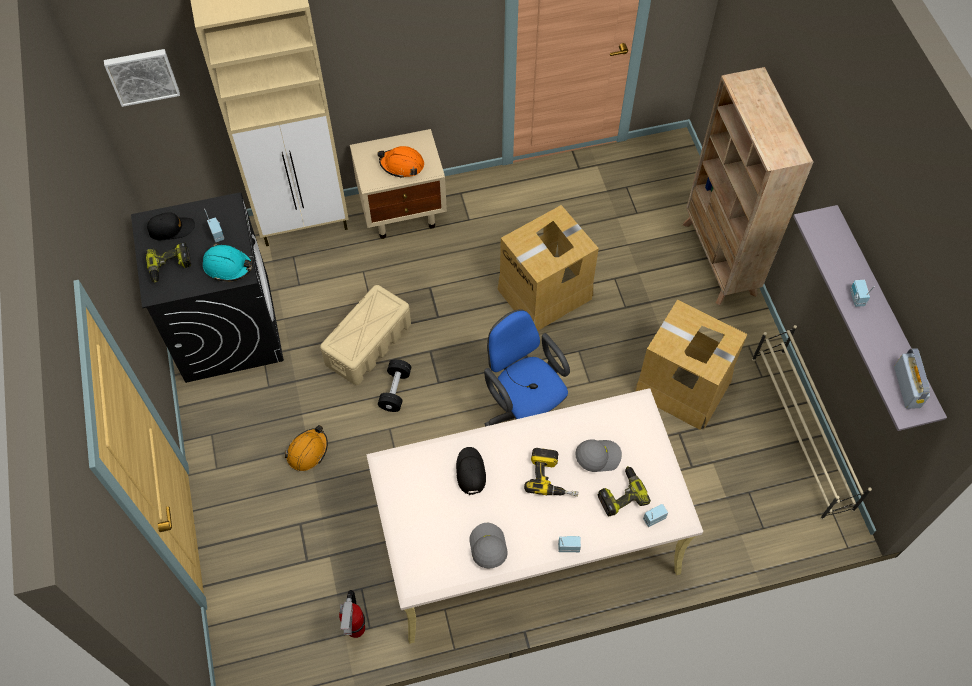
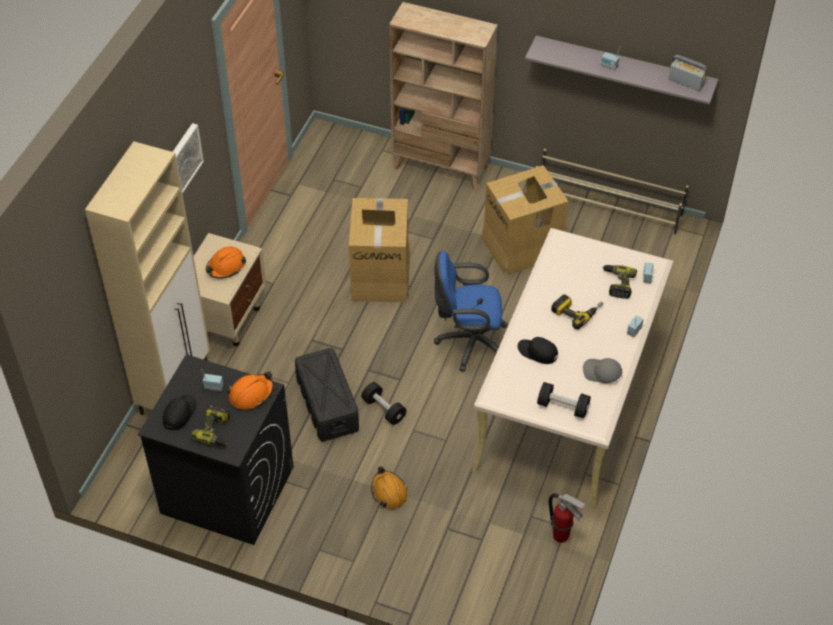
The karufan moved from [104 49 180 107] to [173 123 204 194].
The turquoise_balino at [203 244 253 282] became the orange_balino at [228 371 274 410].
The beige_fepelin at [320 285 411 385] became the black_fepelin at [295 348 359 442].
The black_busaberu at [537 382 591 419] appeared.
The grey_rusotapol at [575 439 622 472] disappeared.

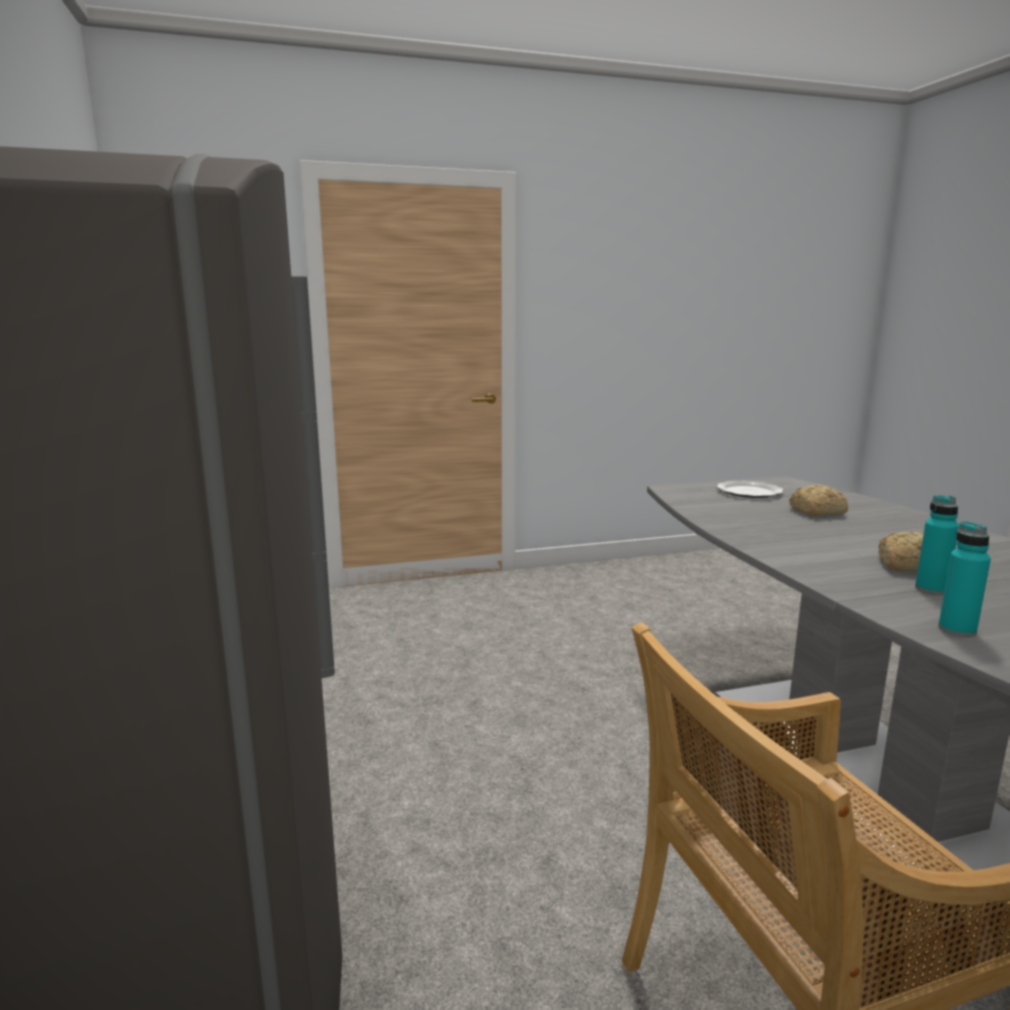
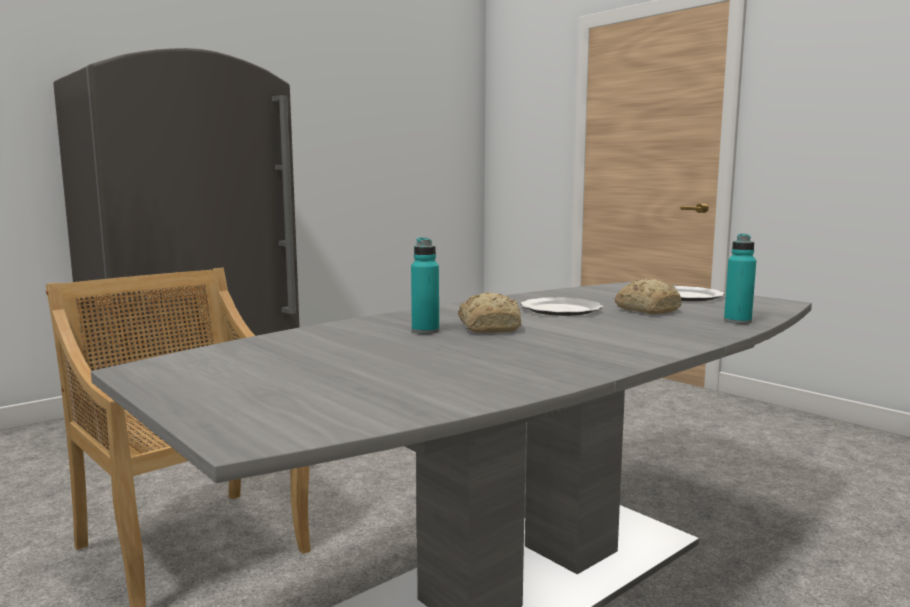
The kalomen at [520 298 603 316] appeared.
The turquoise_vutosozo moved from [938 521 991 637] to [724 234 756 324].

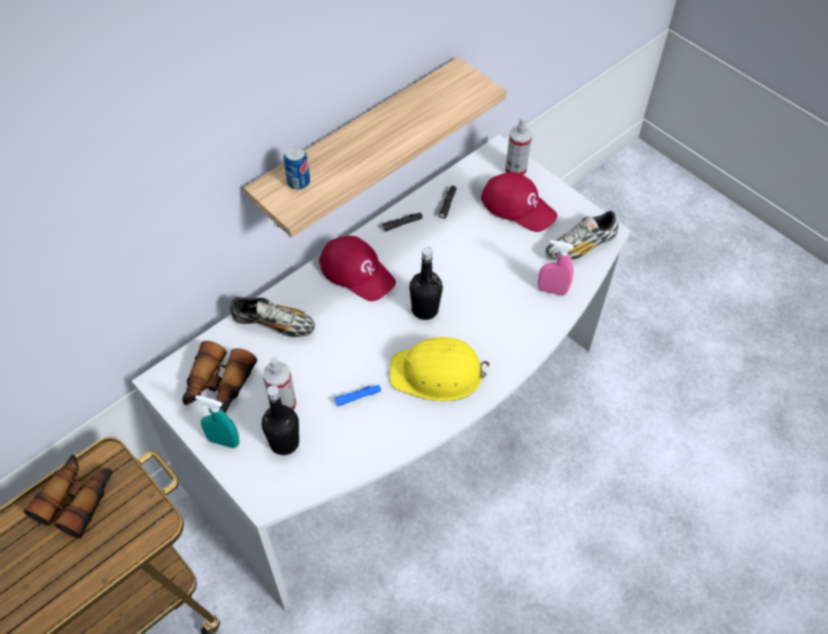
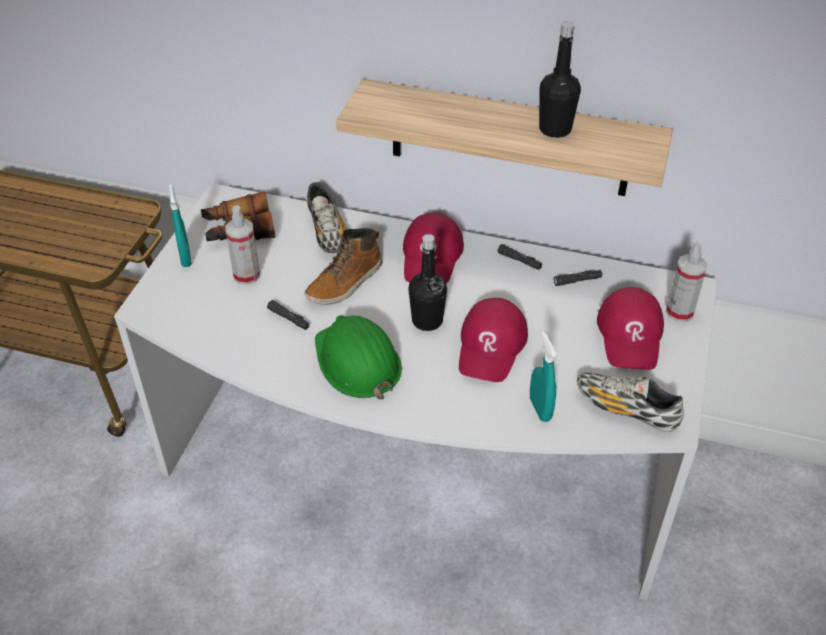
The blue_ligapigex at [335 385 381 406] became the black_ligapigex at [267 300 310 330].
The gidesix at [305 228 382 305] appeared.
The yellow_balino at [390 337 489 401] became the green_balino at [315 315 402 400].
The red_rusotapol at [459 298 528 382] appeared.
The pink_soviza at [538 240 574 296] became the turquoise_soviza at [530 332 557 422].
The black_vutosozo moved from [262 385 299 455] to [539 21 581 138].
The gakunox at [23 454 113 539] disappeared.
The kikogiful at [284 146 310 190] disappeared.

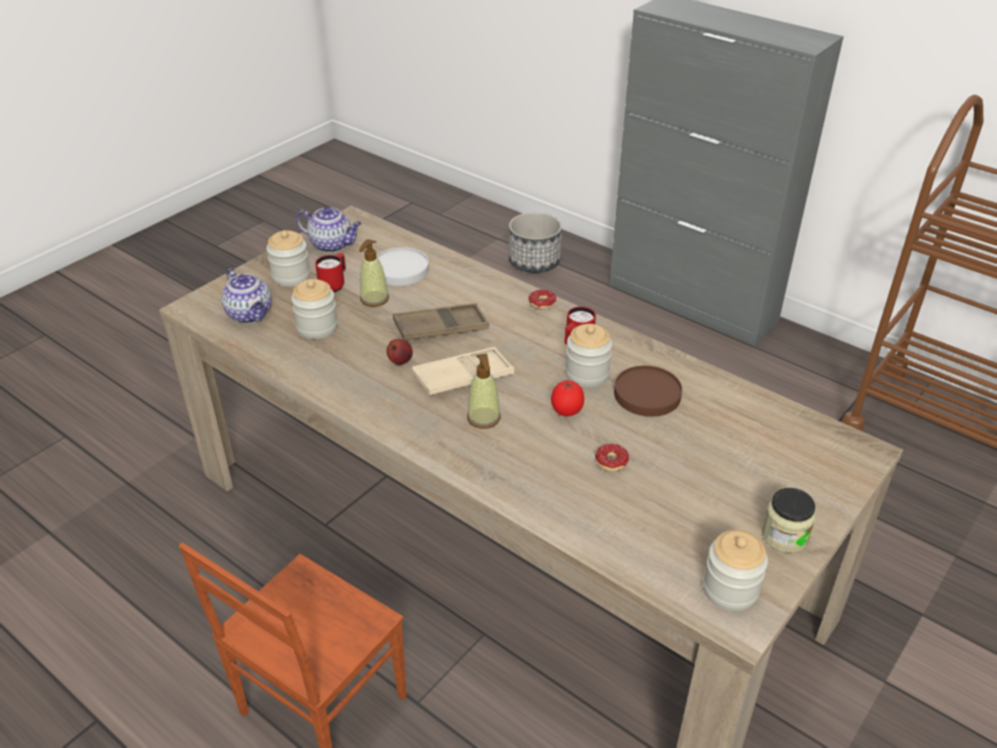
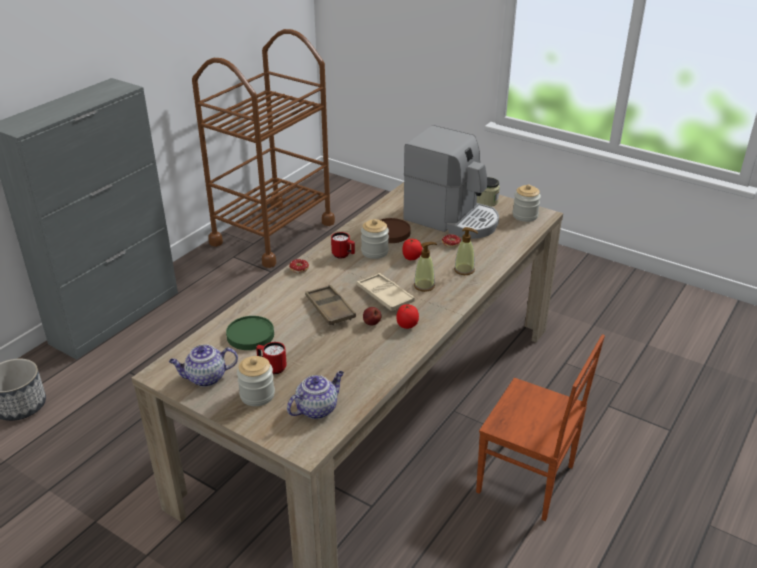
The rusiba at [296 207 362 253] turned 120 degrees counterclockwise.
The white_kalomen at [376 247 429 286] became the green_kalomen at [226 316 274 350].
The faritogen at [396 304 419 329] appeared.
The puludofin at [403 125 499 239] appeared.
The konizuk moved from [359 239 389 307] to [454 227 478 275].
The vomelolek at [291 279 338 339] disappeared.

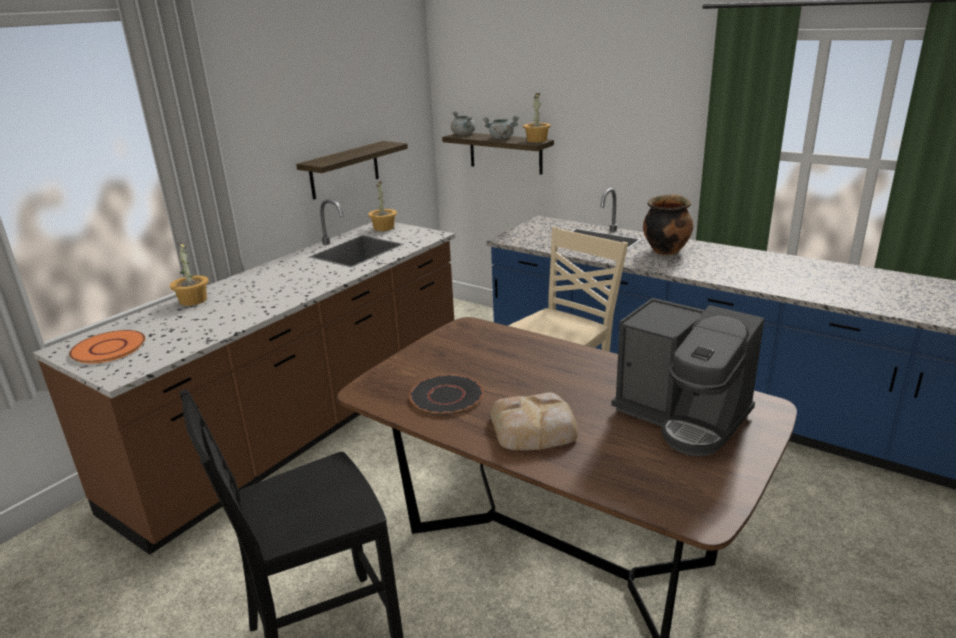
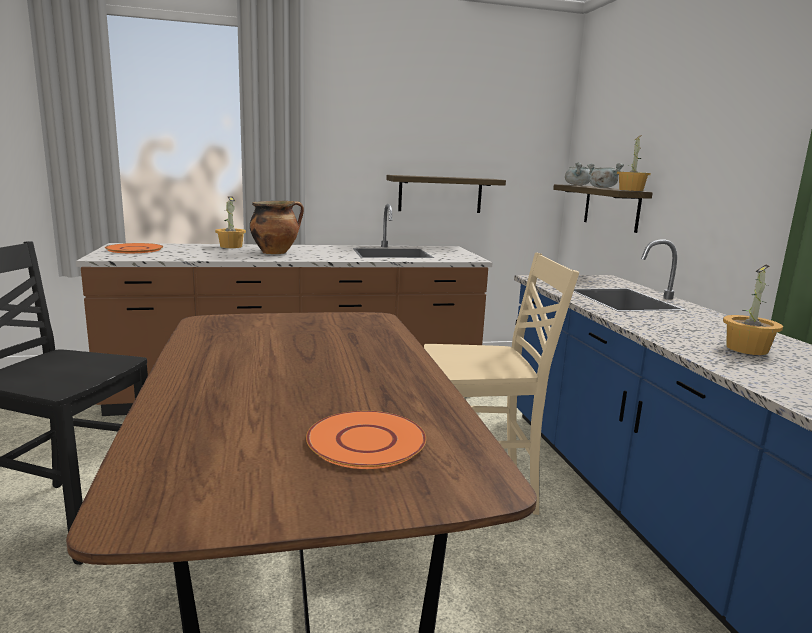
The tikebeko moved from [643 194 693 255] to [250 201 304 254].
The puludofin at [611 298 764 456] was replaced by the orange_kalomen at [306 411 426 469].
The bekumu moved from [368 182 397 231] to [723 265 783 355].
The black_kalomen at [409 374 483 415] disappeared.
The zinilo at [491 393 578 451] disappeared.

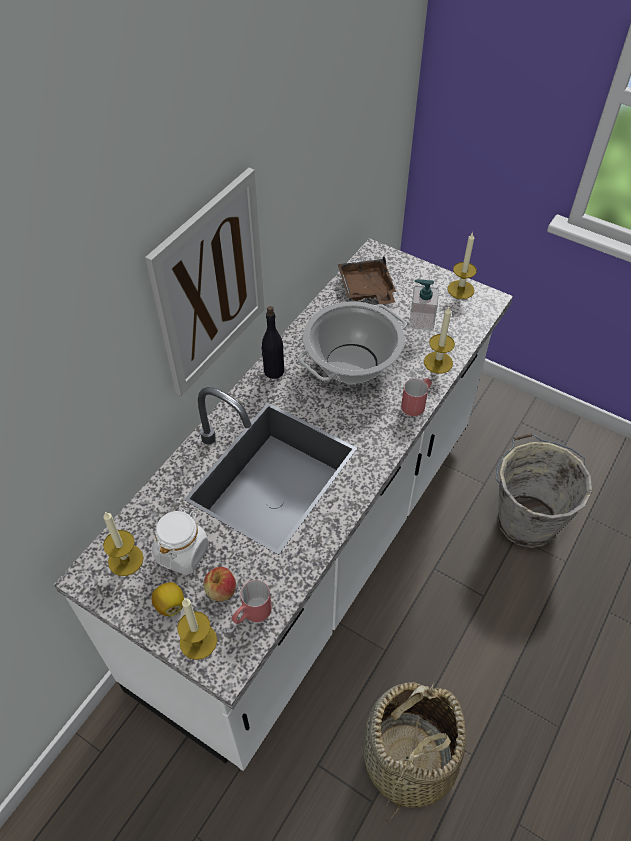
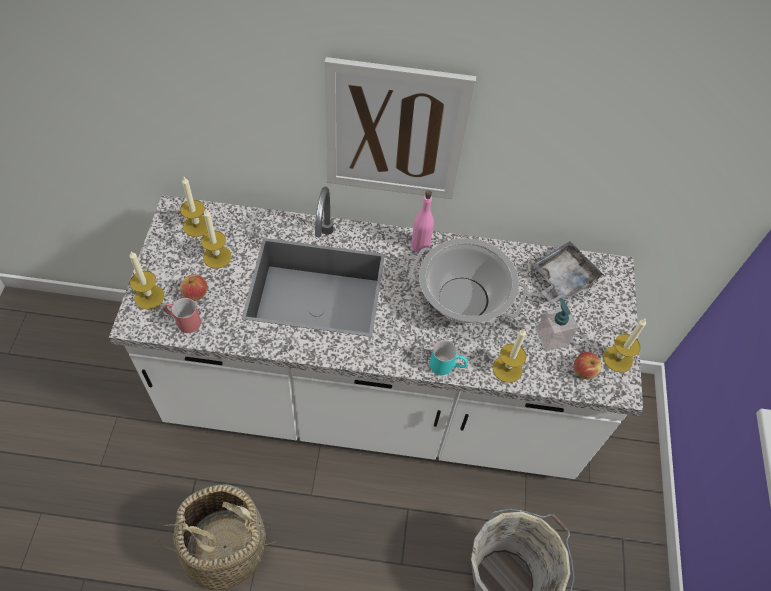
The white_vomelolek at [152 508 209 575] was replaced by the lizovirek at [201 210 231 269].
The black_vutosozo at [261 306 284 379] became the pink_vutosozo at [411 190 434 253].
The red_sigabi at [401 378 432 416] became the turquoise_sigabi at [430 340 468 375].
The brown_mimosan at [337 256 396 304] became the grey_mimosan at [532 241 604 304].
The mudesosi at [573 352 602 379] appeared.
The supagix at [152 582 184 616] disappeared.

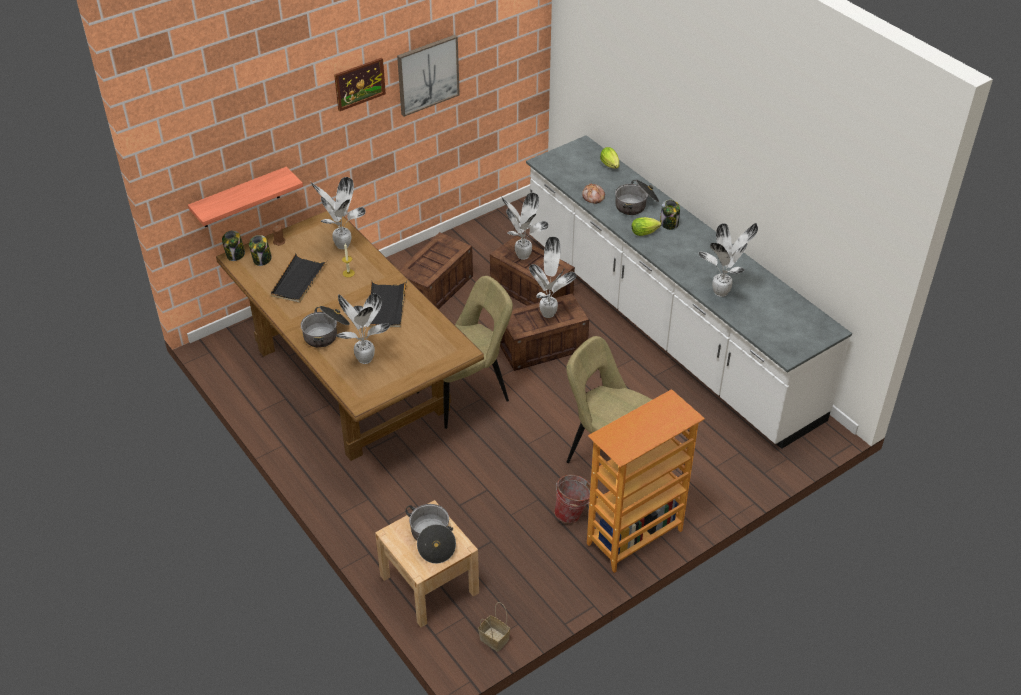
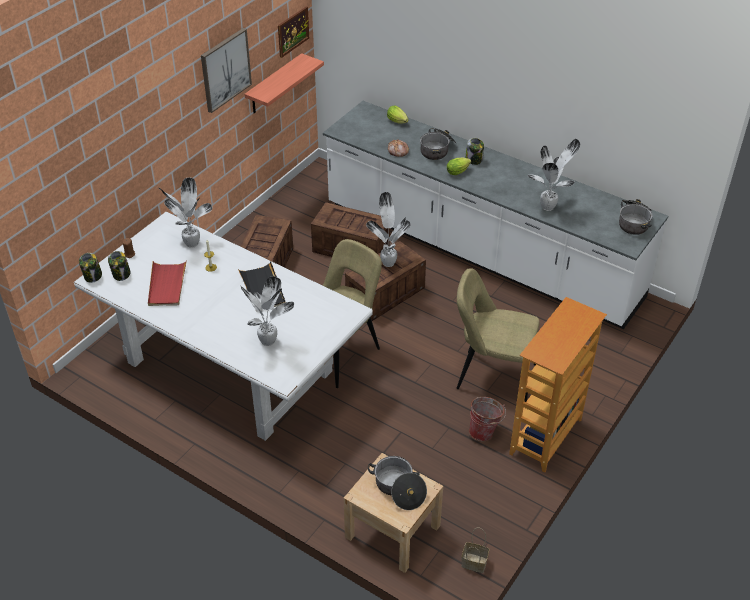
The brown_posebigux at [216 211 484 461] became the white_posebigux at [74 212 373 441].
The black_mimosan at [271 253 327 303] became the red_mimosan at [148 260 187 306].
The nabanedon moved from [188 167 303 227] to [245 53 324 113].
The karufan moved from [334 58 386 112] to [278 6 309 58].
The tikebeko moved from [301 306 350 348] to [619 199 653 235].
The bekumu at [501 193 548 260] disappeared.

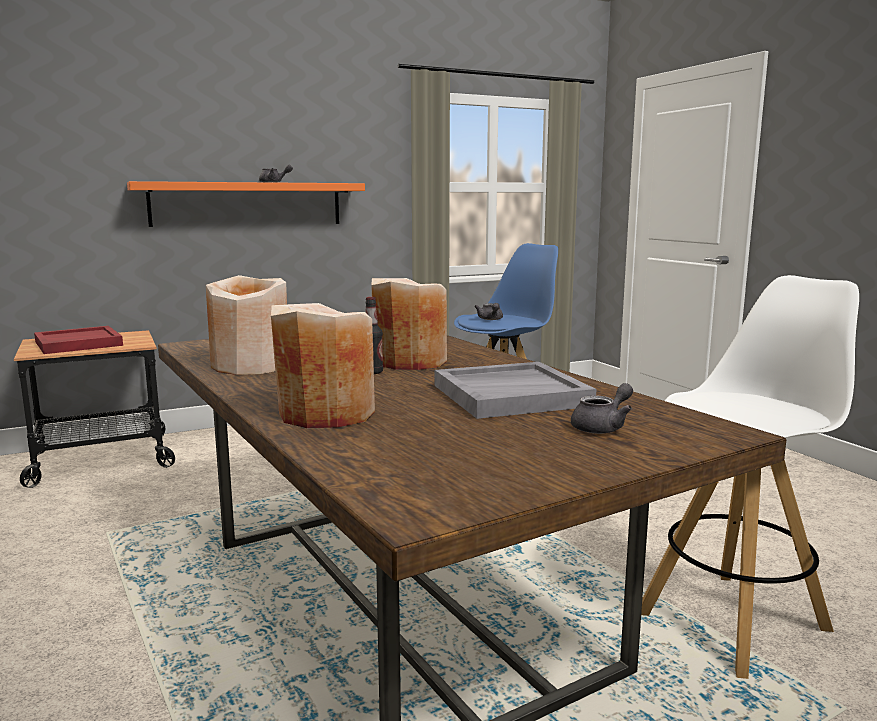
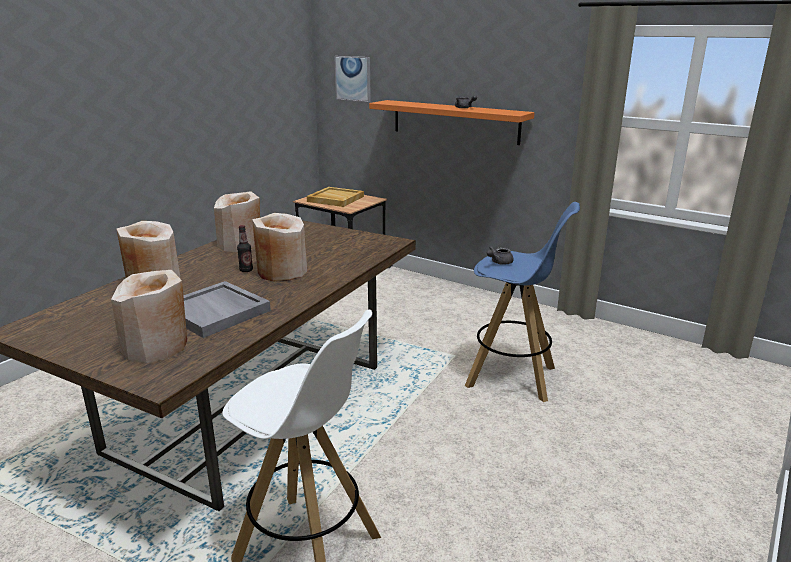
The grey_rusiba at [571 383 633 434] was replaced by the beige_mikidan at [111 270 187 363].
The red_mimosan at [34 326 123 354] became the beige_mimosan at [307 187 364 207].
The karufan at [334 56 371 102] appeared.

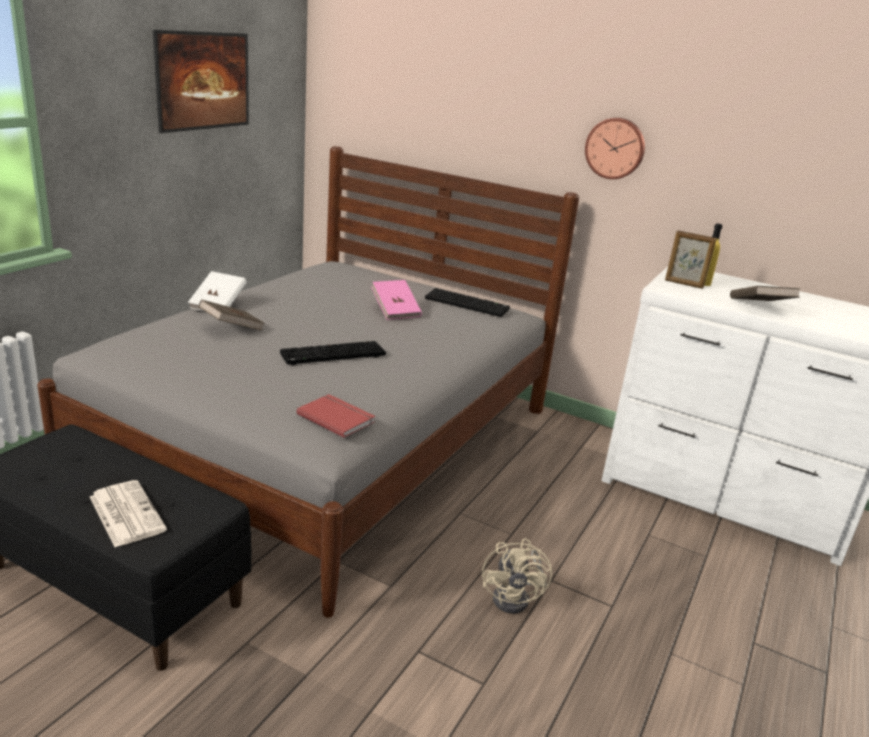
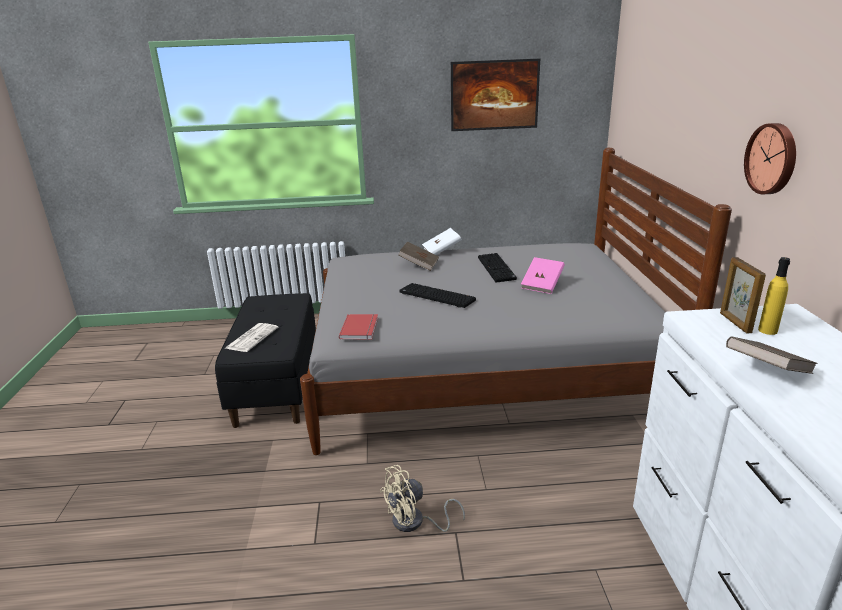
The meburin moved from [425 288 510 317] to [478 253 517 283].

